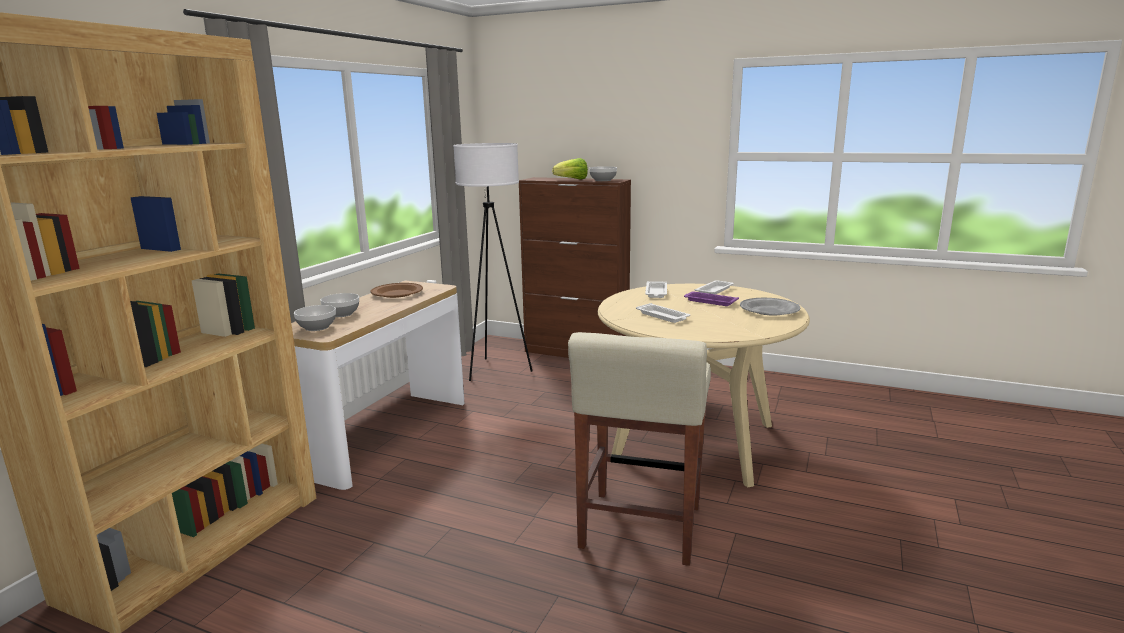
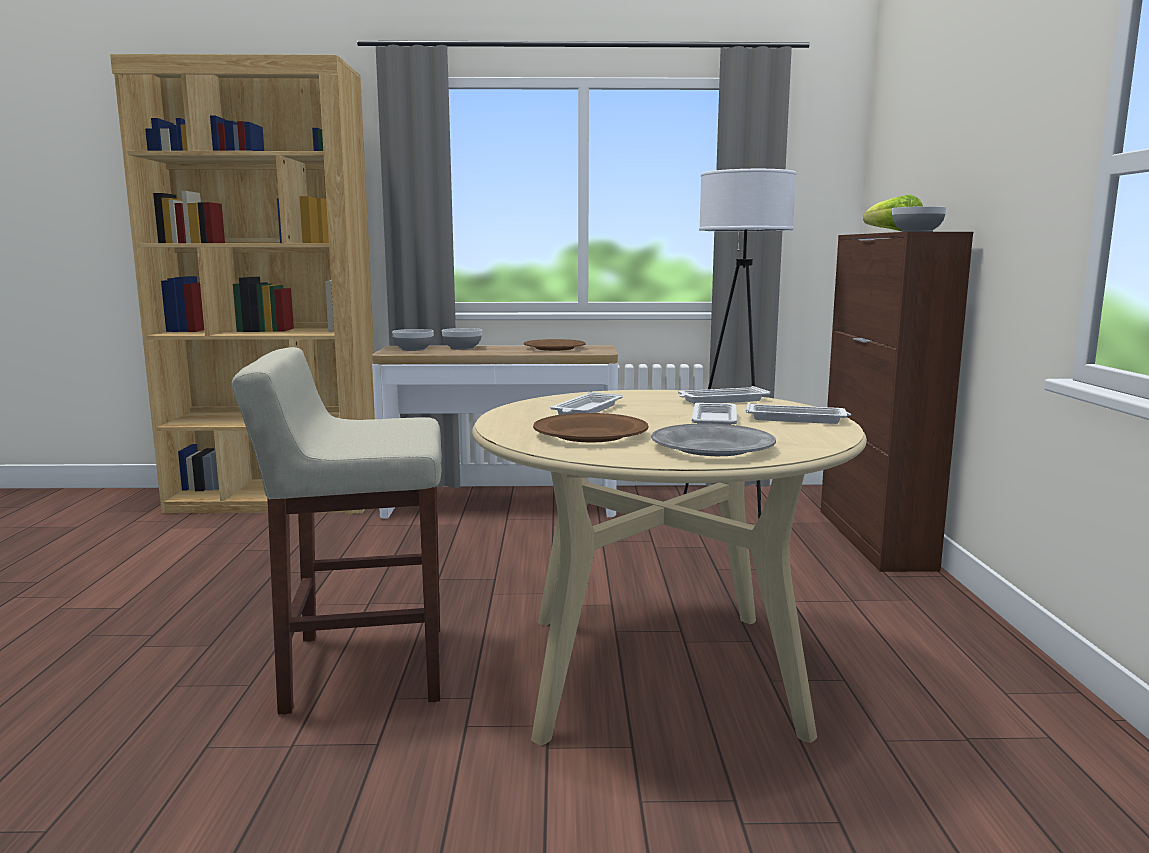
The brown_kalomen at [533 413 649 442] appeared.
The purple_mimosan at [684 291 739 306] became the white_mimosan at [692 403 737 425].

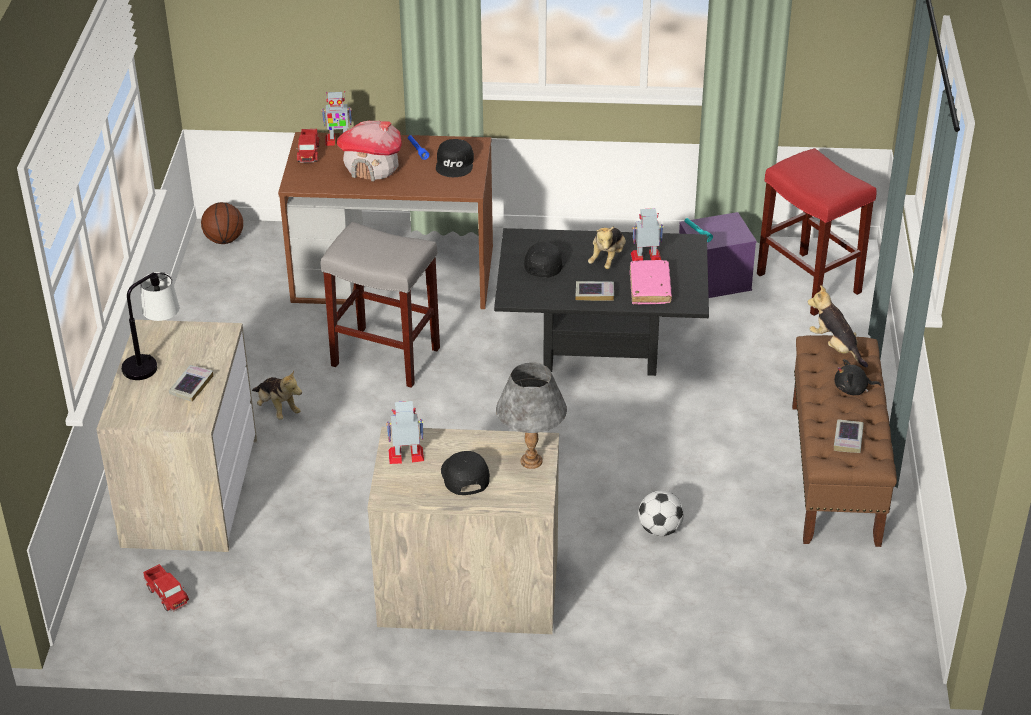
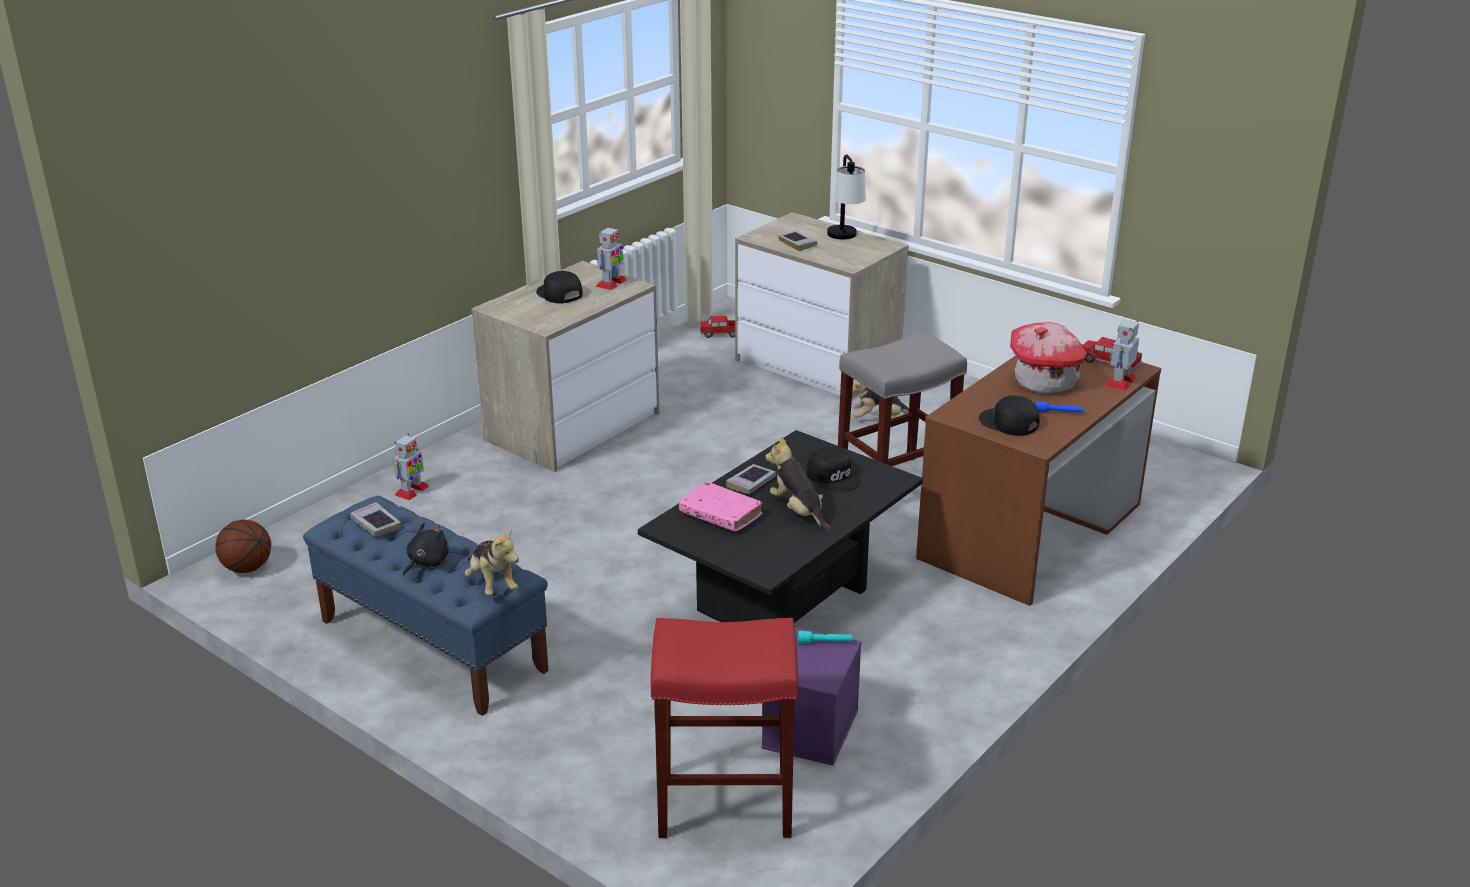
The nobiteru moved from [201 202 243 244] to [215 520 271 573].
The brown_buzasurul at [792 335 897 547] became the blue_buzasurul at [303 495 549 716].
The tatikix moved from [631 208 664 261] to [393 433 429 500].
The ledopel at [808 285 868 368] turned 60 degrees clockwise.
The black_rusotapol at [441 451 490 495] turned 150 degrees counterclockwise.
The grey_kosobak at [496 362 567 469] disappeared.
The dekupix at [638 491 684 536] disappeared.

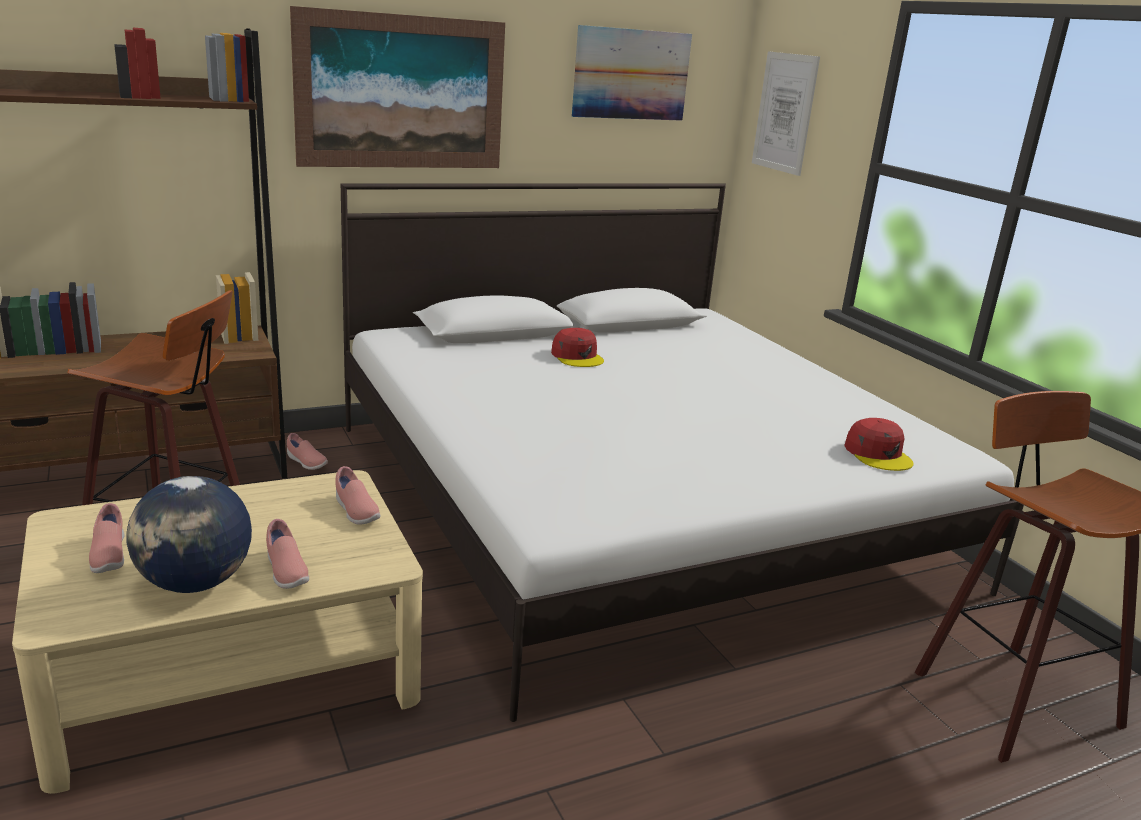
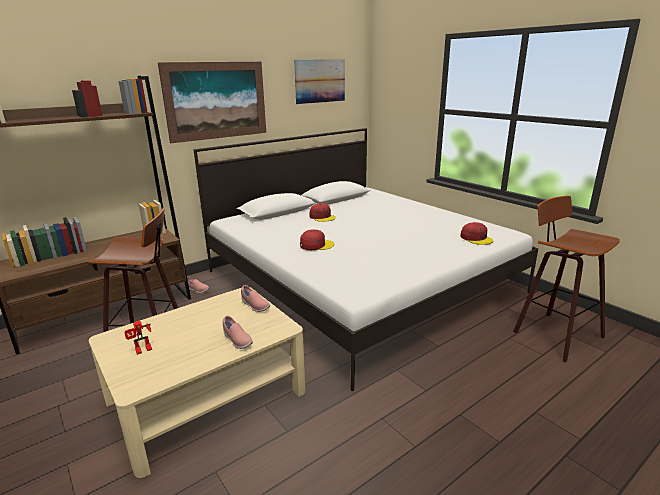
The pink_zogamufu at [89 503 125 573] was replaced by the tatikix at [124 321 152 355].
The red_rusotapol at [300 229 334 250] appeared.
The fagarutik at [127 476 252 593] disappeared.
The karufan at [752 51 820 176] disappeared.

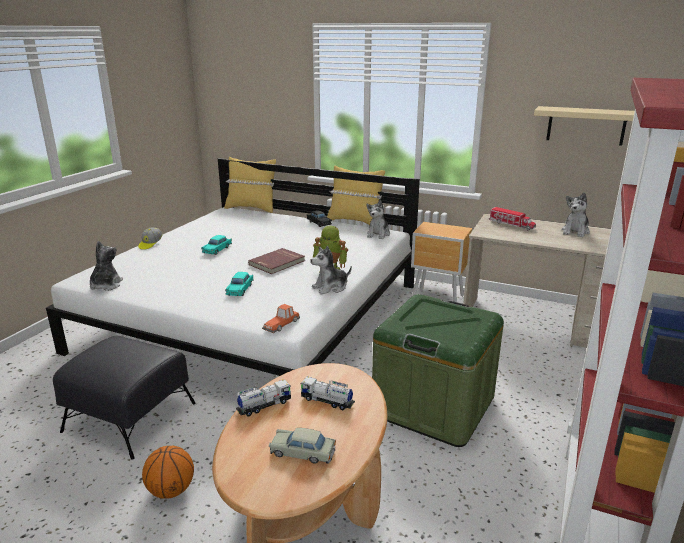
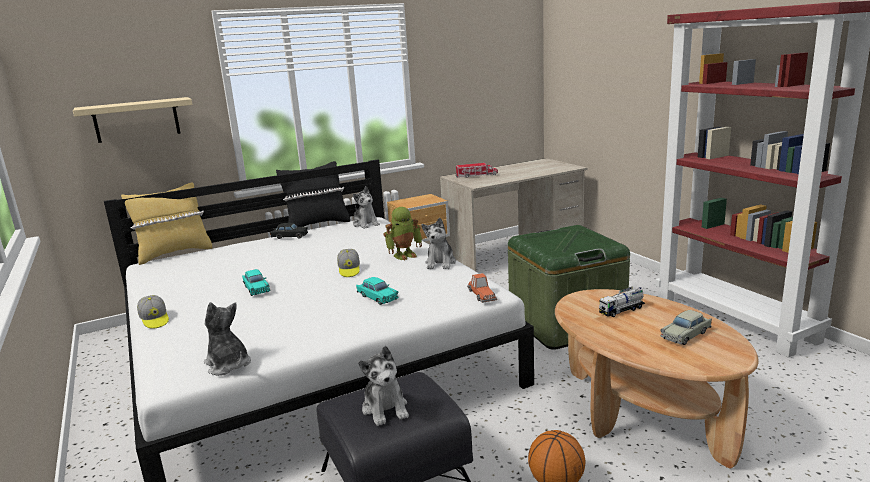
The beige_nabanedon moved from [534 106 635 145] to [73 97 193 143].
The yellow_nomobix at [327 166 385 225] became the black_nomobix at [276 161 350 227].
The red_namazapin at [248 248 305 274] was replaced by the rusotapol at [337 249 360 277].
The ledopel moved from [562 192 590 237] to [358 346 409 426].
The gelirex at [236 379 291 417] disappeared.

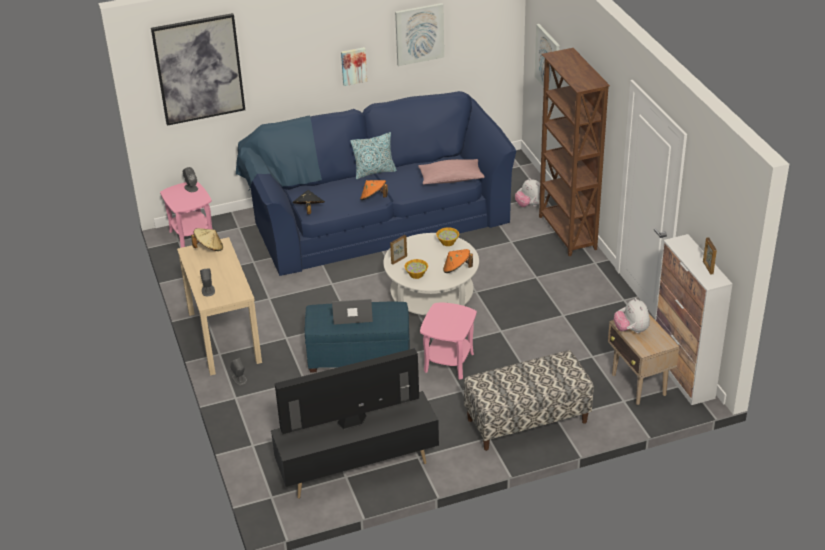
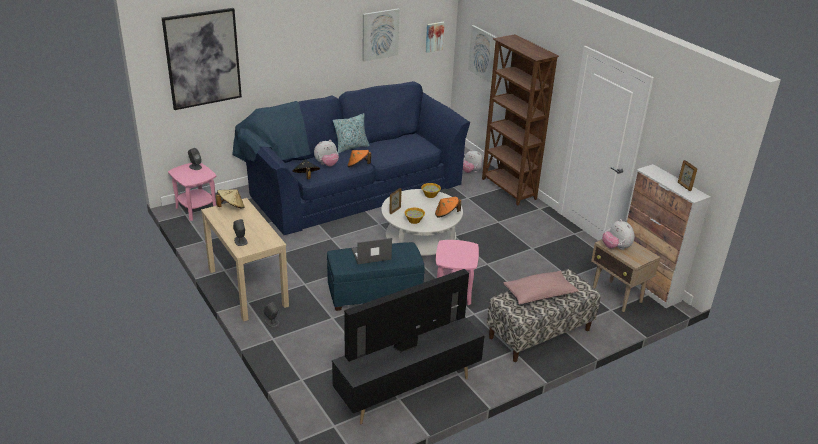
The ledopel at [314 140 339 167] appeared.
The karufan moved from [341 47 367 86] to [426 22 445 53].
The pink_nomobix moved from [418 159 485 185] to [503 271 578 305].

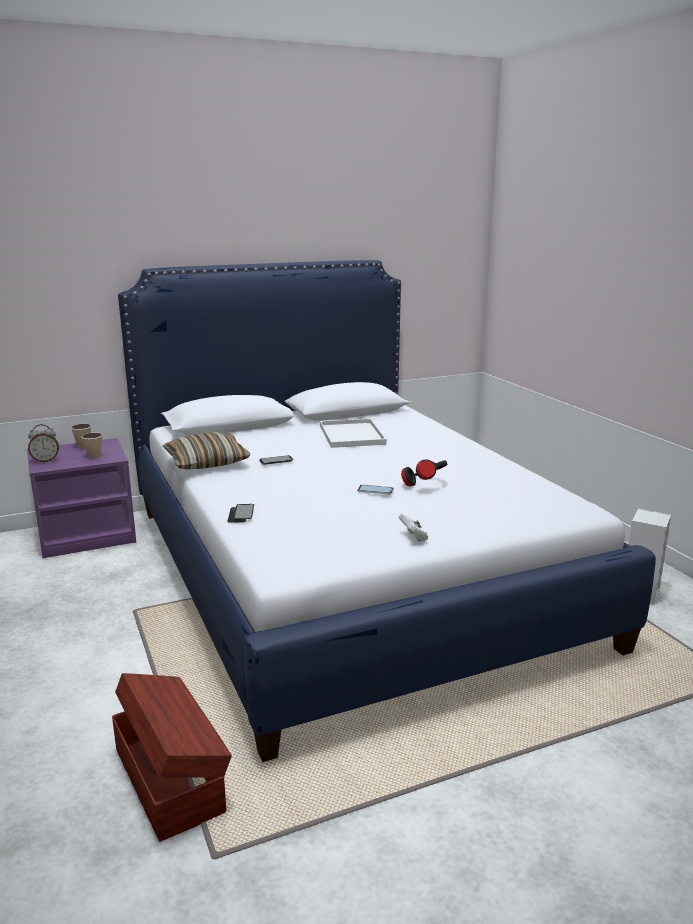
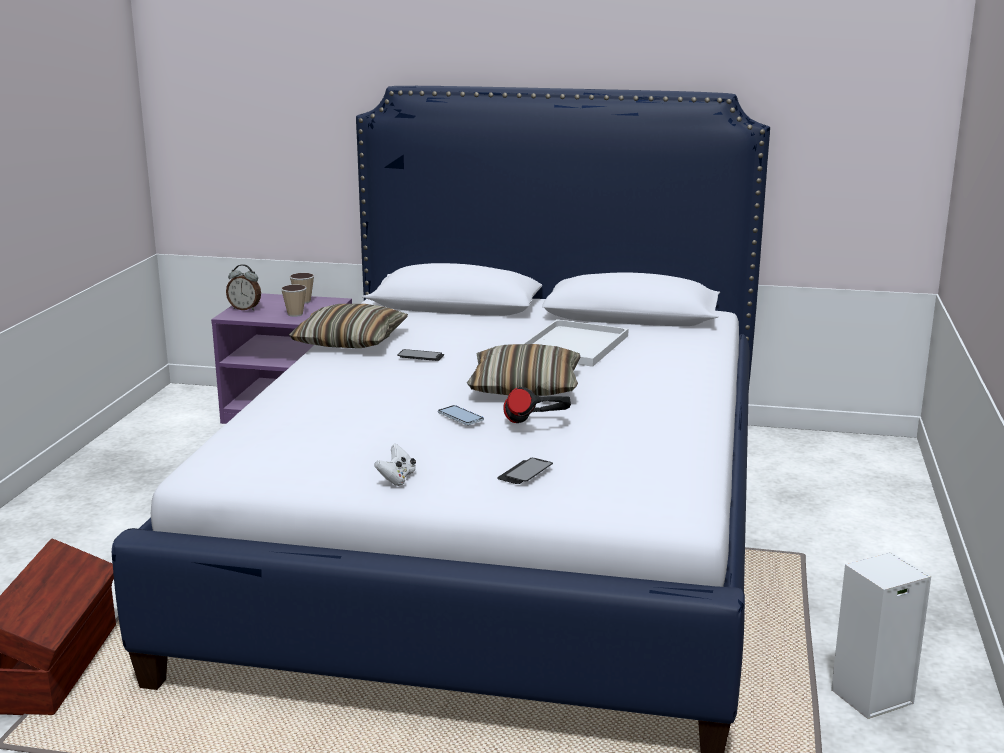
The nomobix at [467 344 580 396] appeared.
The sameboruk moved from [227 504 254 523] to [497 458 553 484].

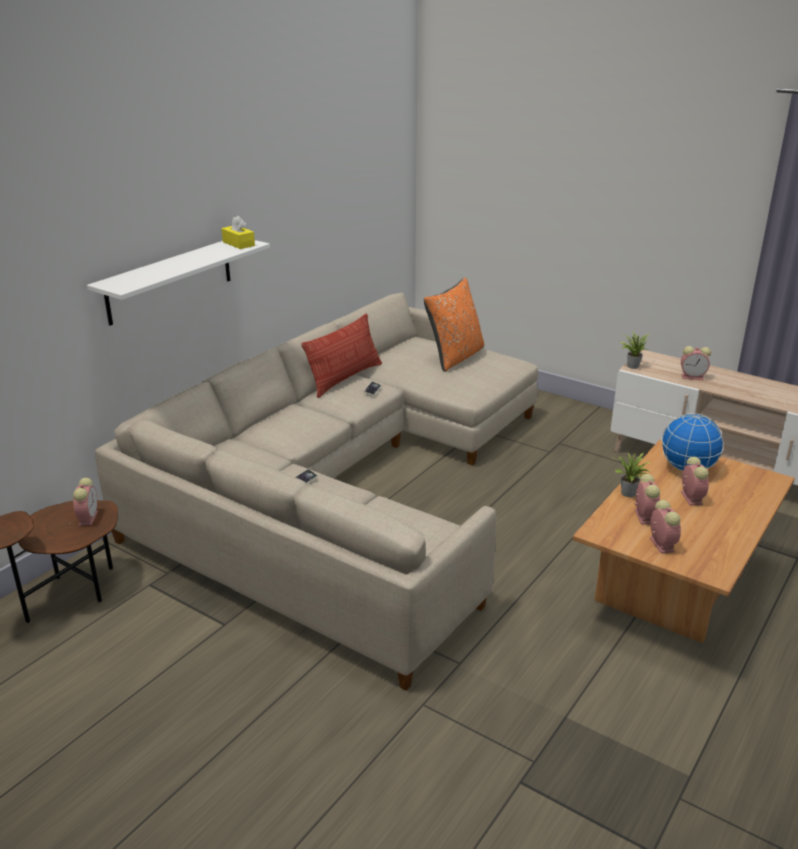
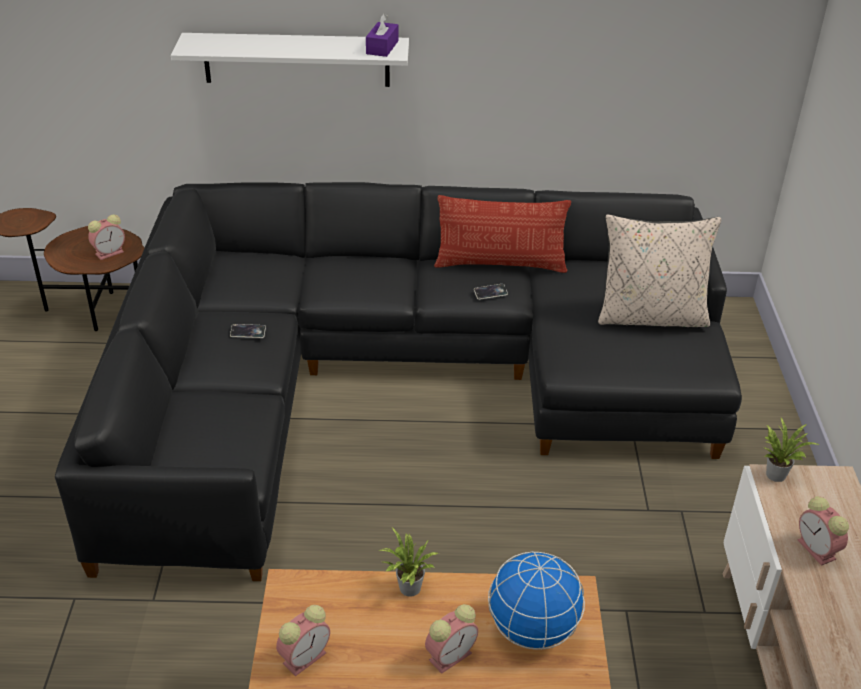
The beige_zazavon at [95 293 538 691] became the black_zazavon at [55 182 742 581].
The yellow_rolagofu at [221 216 255 249] became the purple_rolagofu at [366 14 398 57].
The orange_nomobix at [424 277 484 372] became the beige_nomobix at [598 214 721 327].
The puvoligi at [635 474 660 524] disappeared.

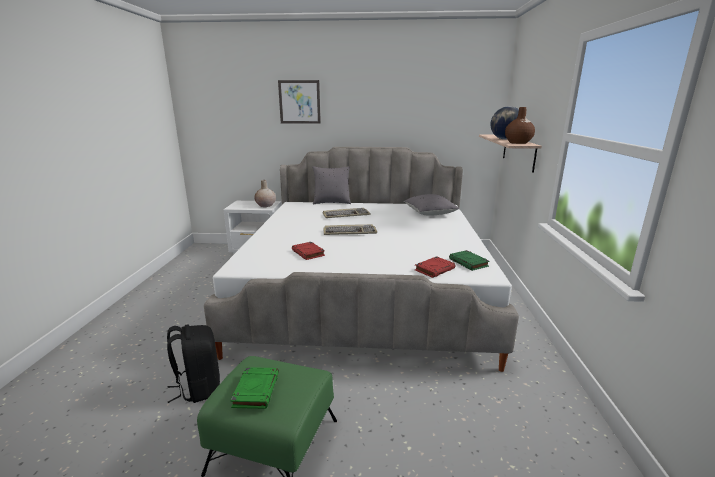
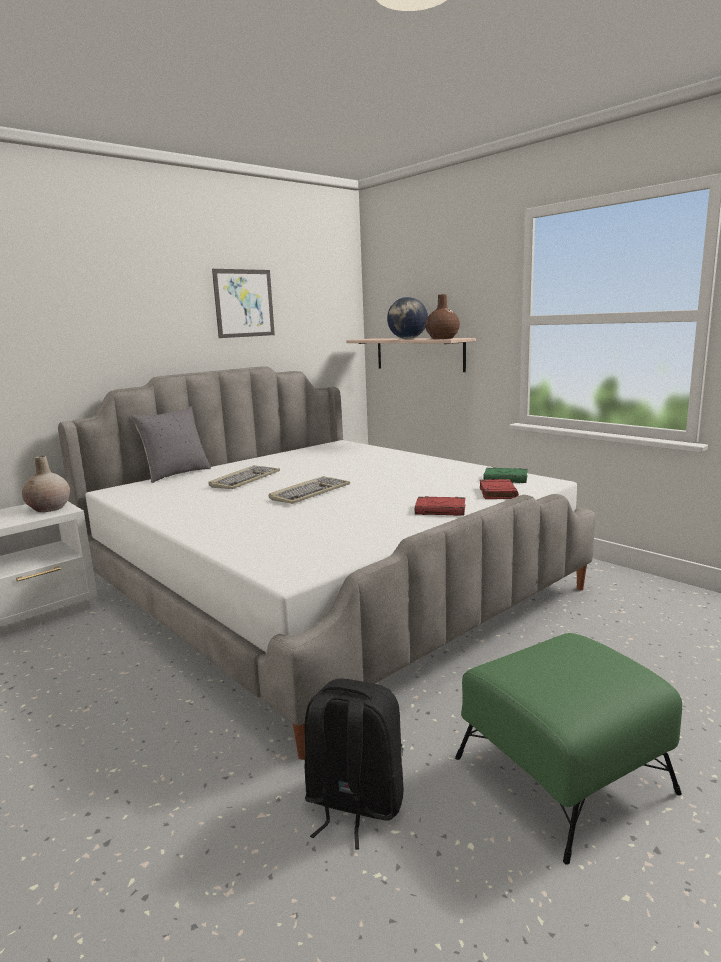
The karufan moved from [278 80 321 124] to [212 269 275 338].
The red_namazapin moved from [292 242 325 260] to [415 496 465 516].
The green_namazapin at [230 367 279 409] disappeared.
The grey_nomobix at [404 194 460 216] disappeared.

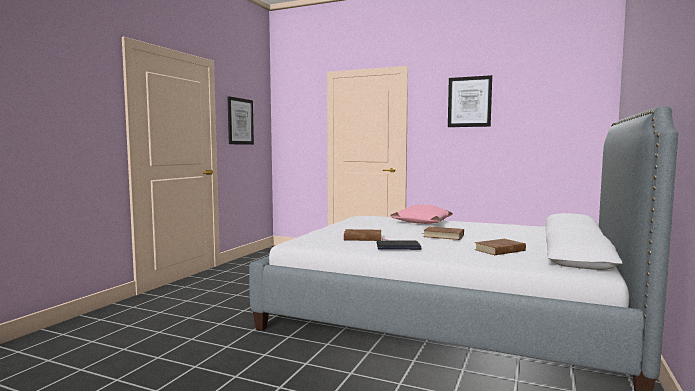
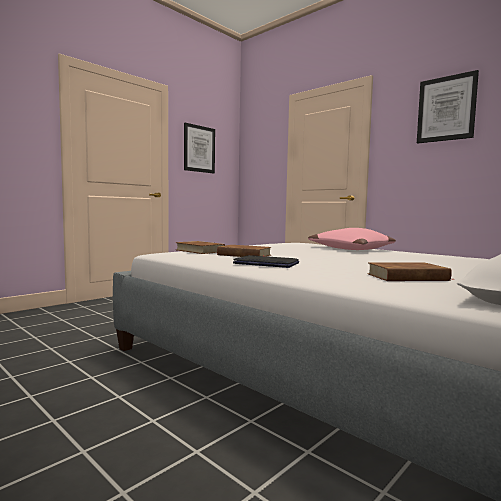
The brown_namazapin moved from [421 227 464 240] to [176 241 225 254].

